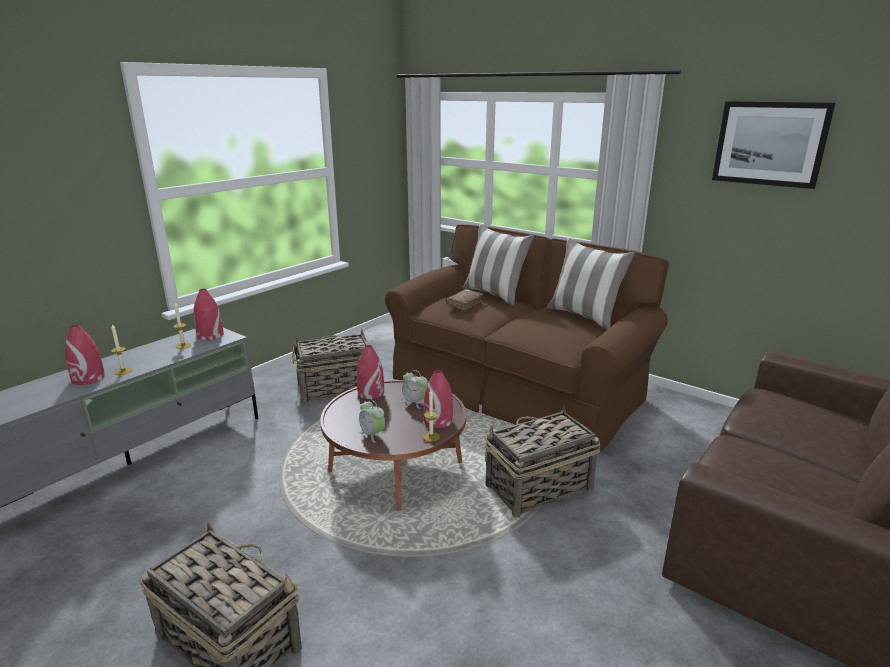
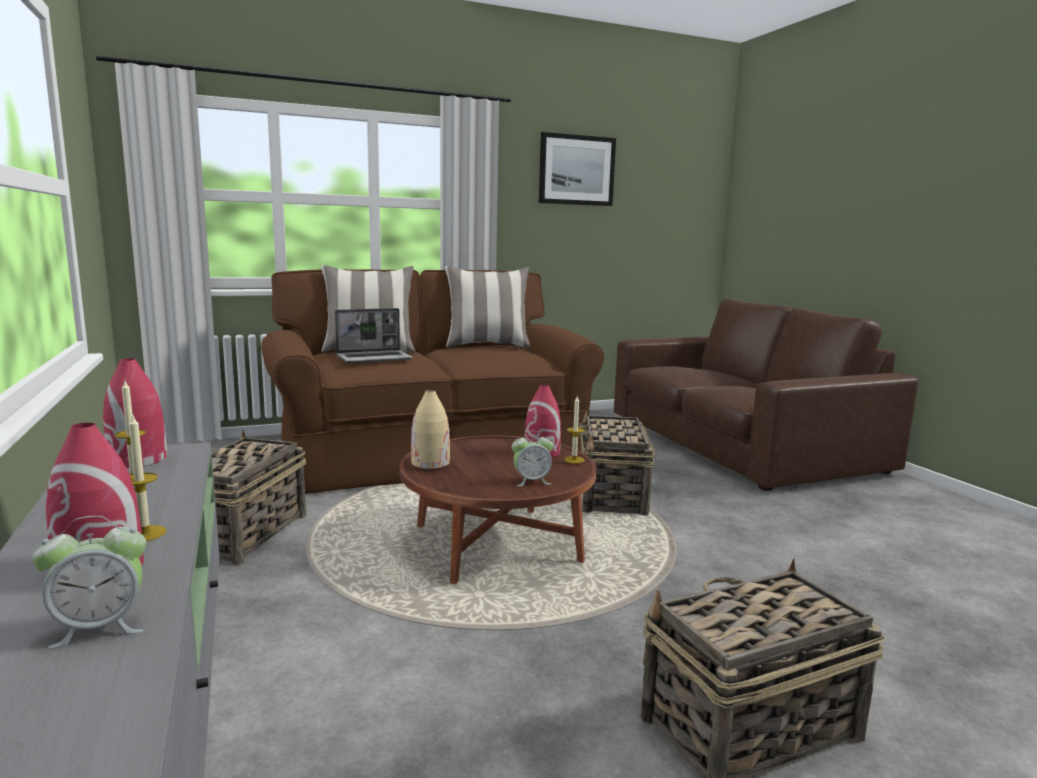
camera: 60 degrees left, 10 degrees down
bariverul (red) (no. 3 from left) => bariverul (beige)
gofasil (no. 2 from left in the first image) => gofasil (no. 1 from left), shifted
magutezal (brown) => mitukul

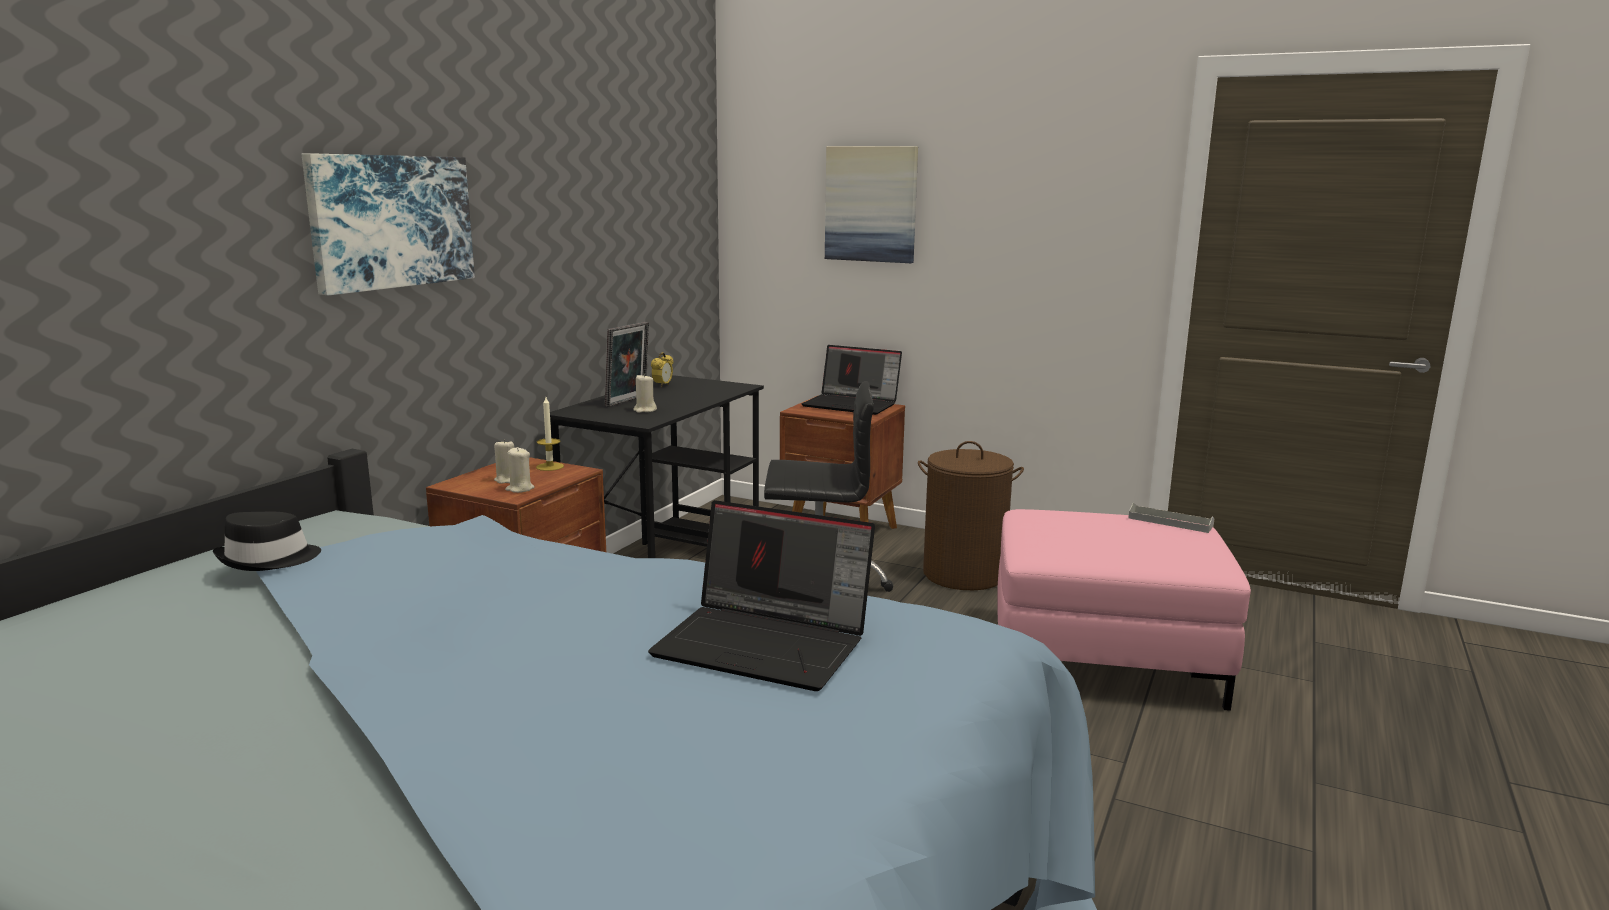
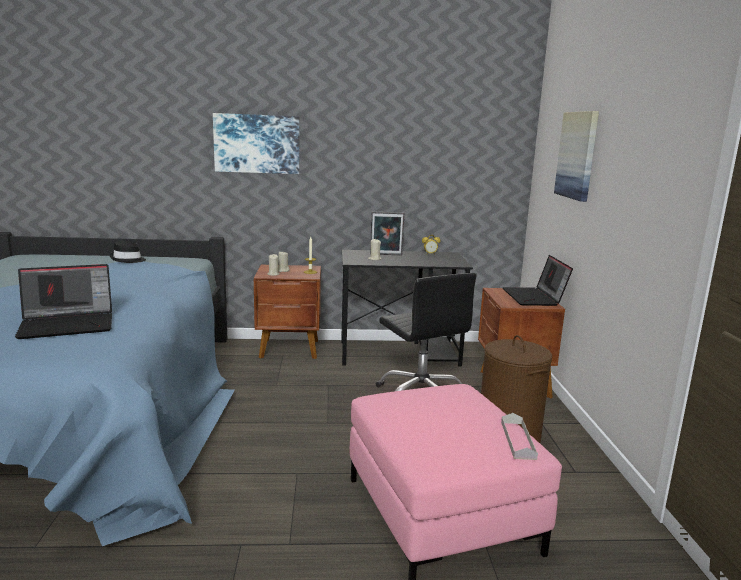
camera: 60 degrees right, 0 degrees up
mitukul (no. 1 from left), 105 degrees counterclockwise

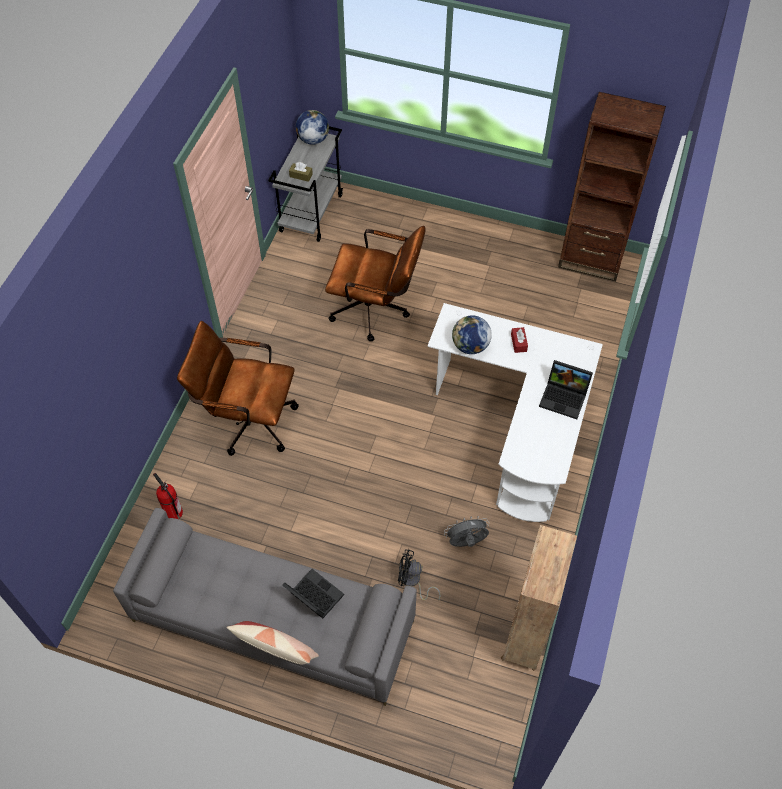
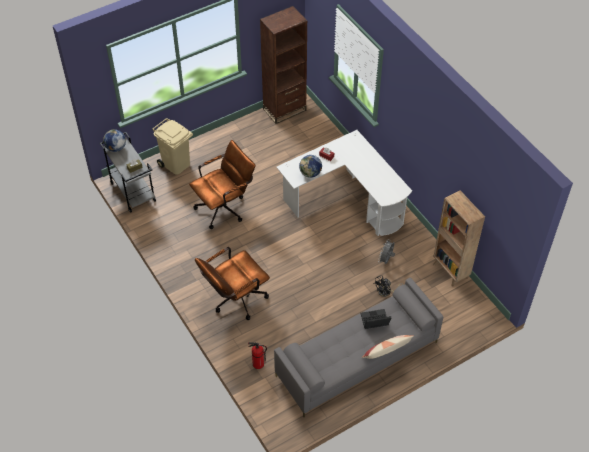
camera: 50 degrees left, 5 degrees down
mitukul (no. 2 from left) => nothing
nothing => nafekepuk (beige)

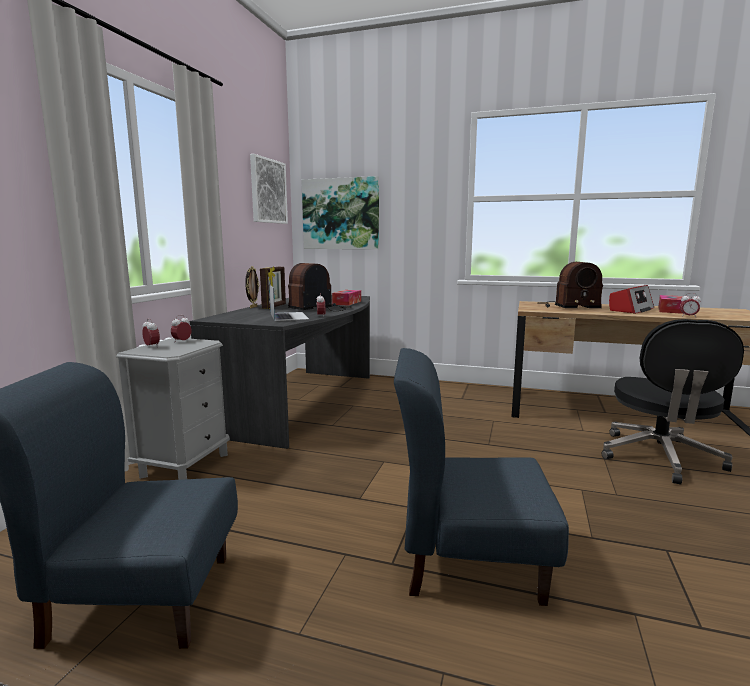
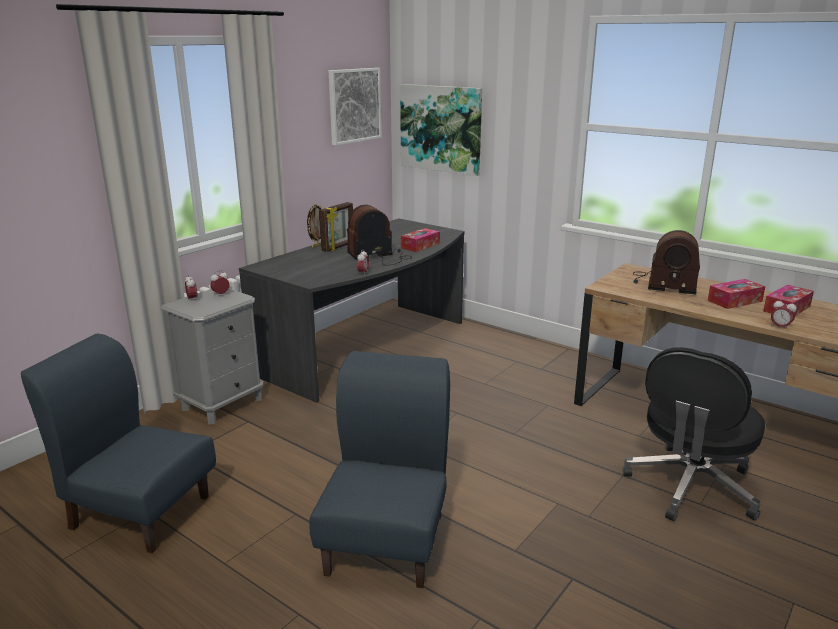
camera: 20 degrees right, 10 degrees up
mitukul => nothing
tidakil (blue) (no. 2 from left), 75 degrees clockwise
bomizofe (no. 3 from left) => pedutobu (no. 2 from left)

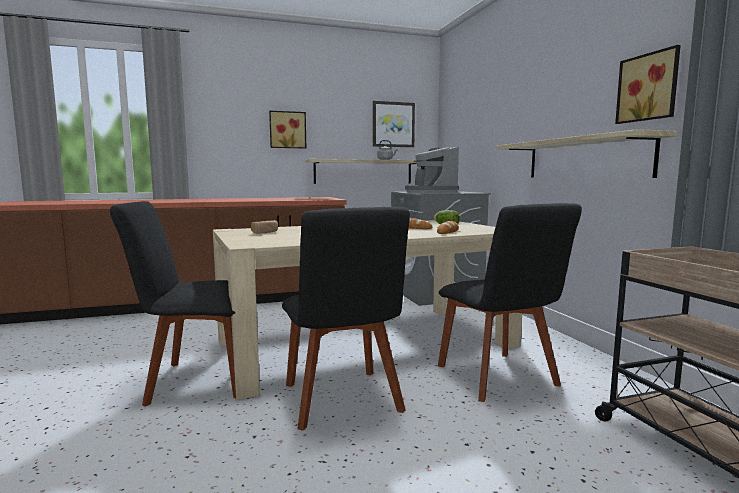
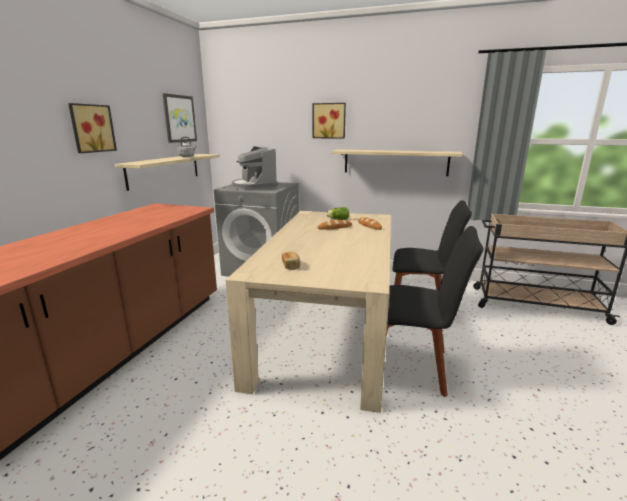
camera: 55 degrees left, 10 degrees up
tidakil (black) (no. 1 from left) => nothing
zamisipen, 45 degrees clockwise
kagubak (no. 3 from left), shifted

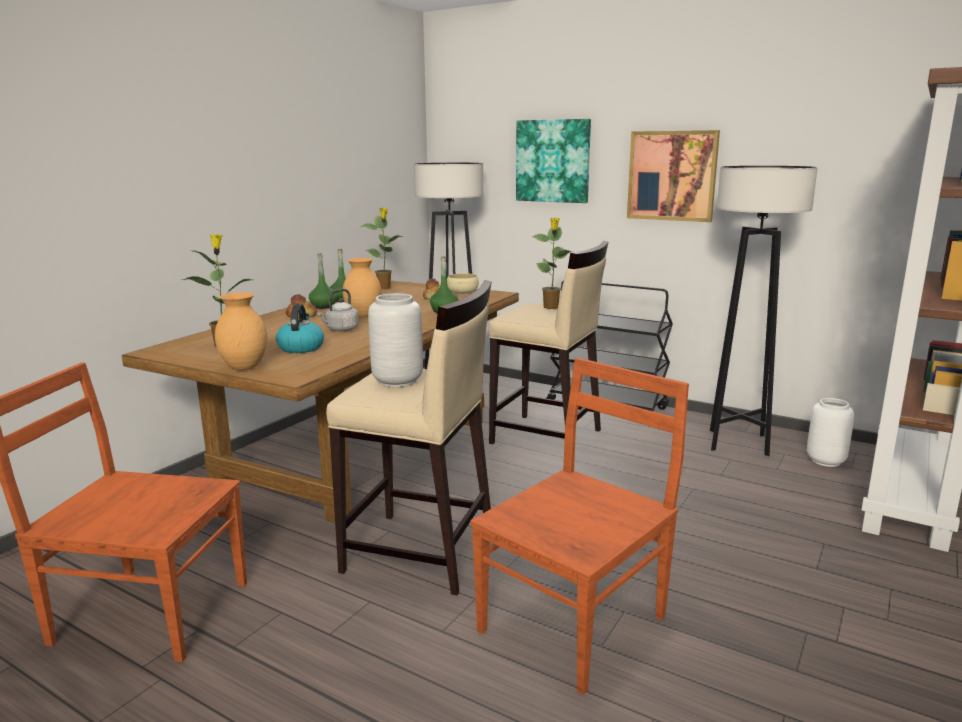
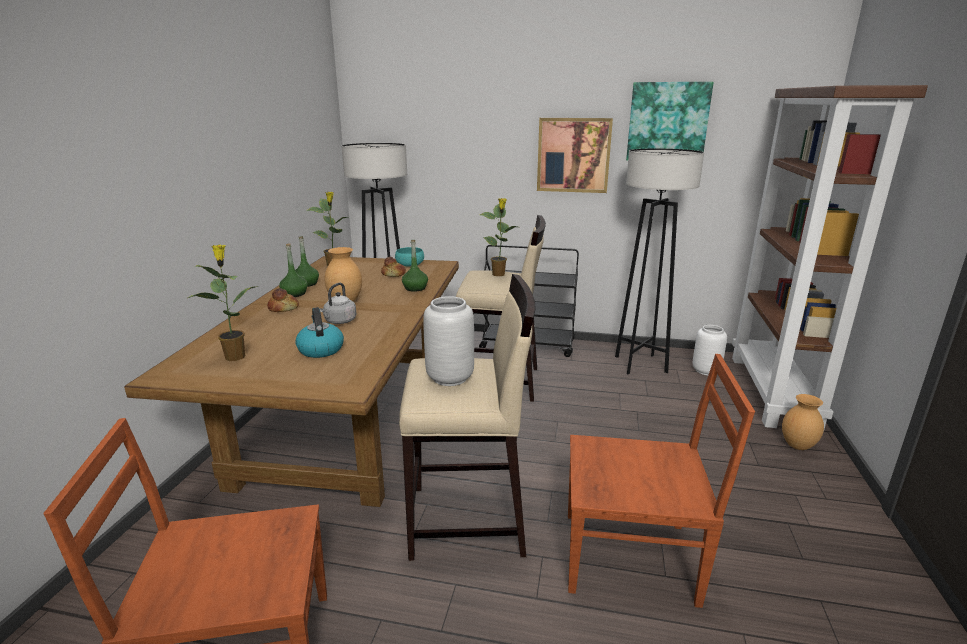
camera: 20 degrees left, 5 degrees up
bariverul (brown) (no. 1 from left in the first image) => bariverul (brown) (no. 2 from left), shifted
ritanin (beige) => ritanin (turquoise)
tidakil (brown) (no. 2 from left), 75 degrees clockwise
kagubak (no. 1 from left in the first image) => kagubak (no. 2 from left), shifted

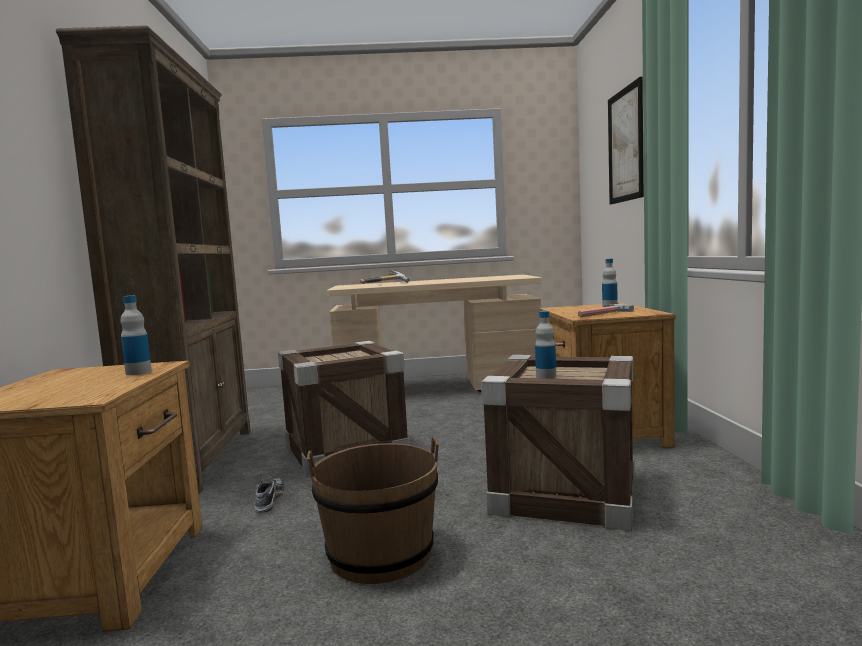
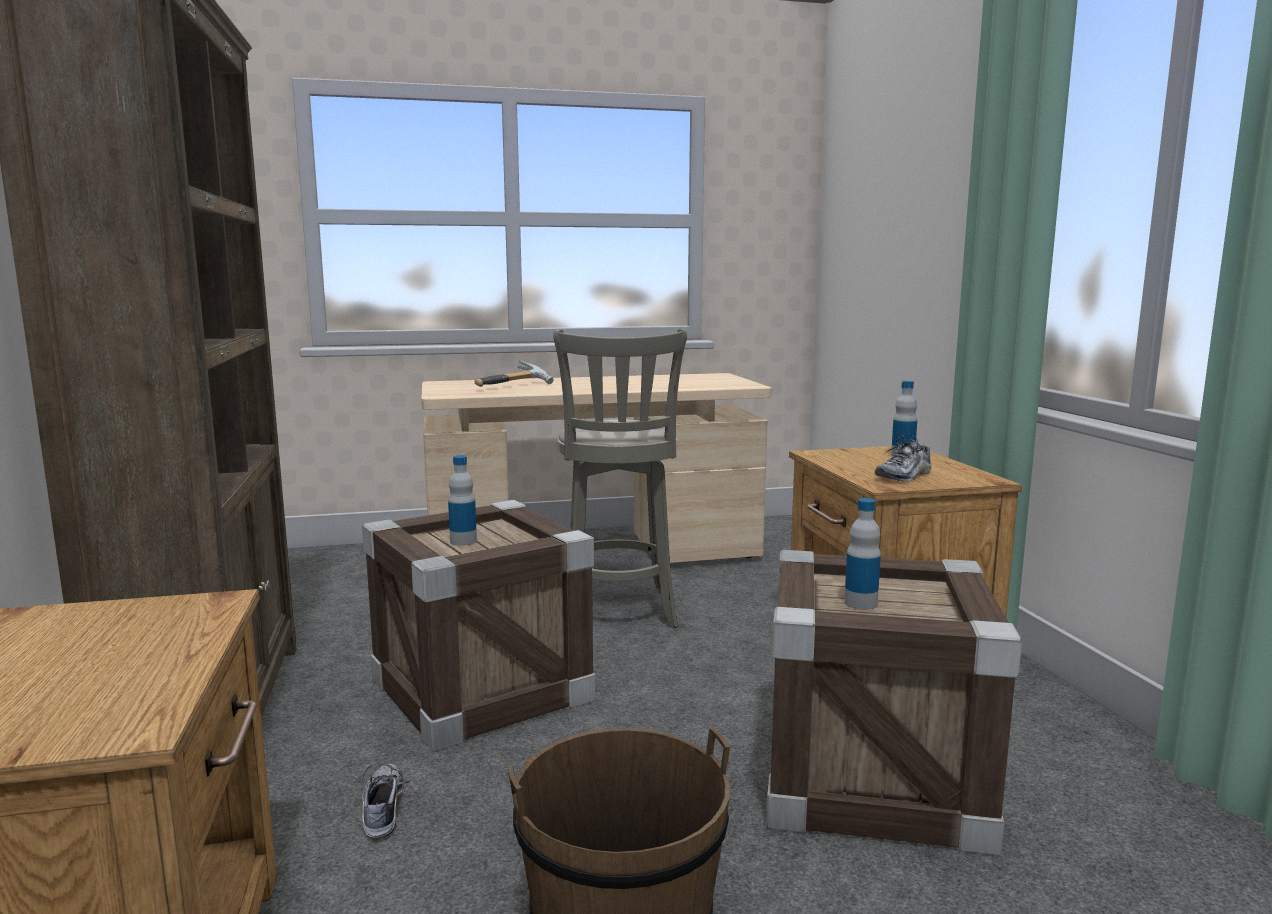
camera: 10 degrees left, 5 degrees up
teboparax (no. 1 from left), shifted
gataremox (no. 2 from left) => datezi (no. 2 from left)
kagubak => nothing
nothing => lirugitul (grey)

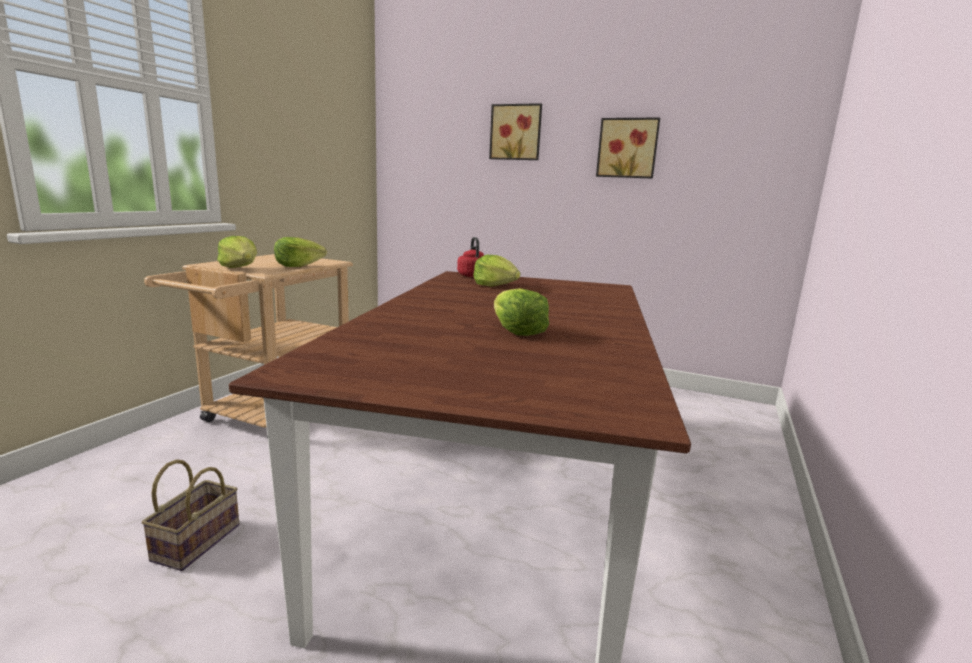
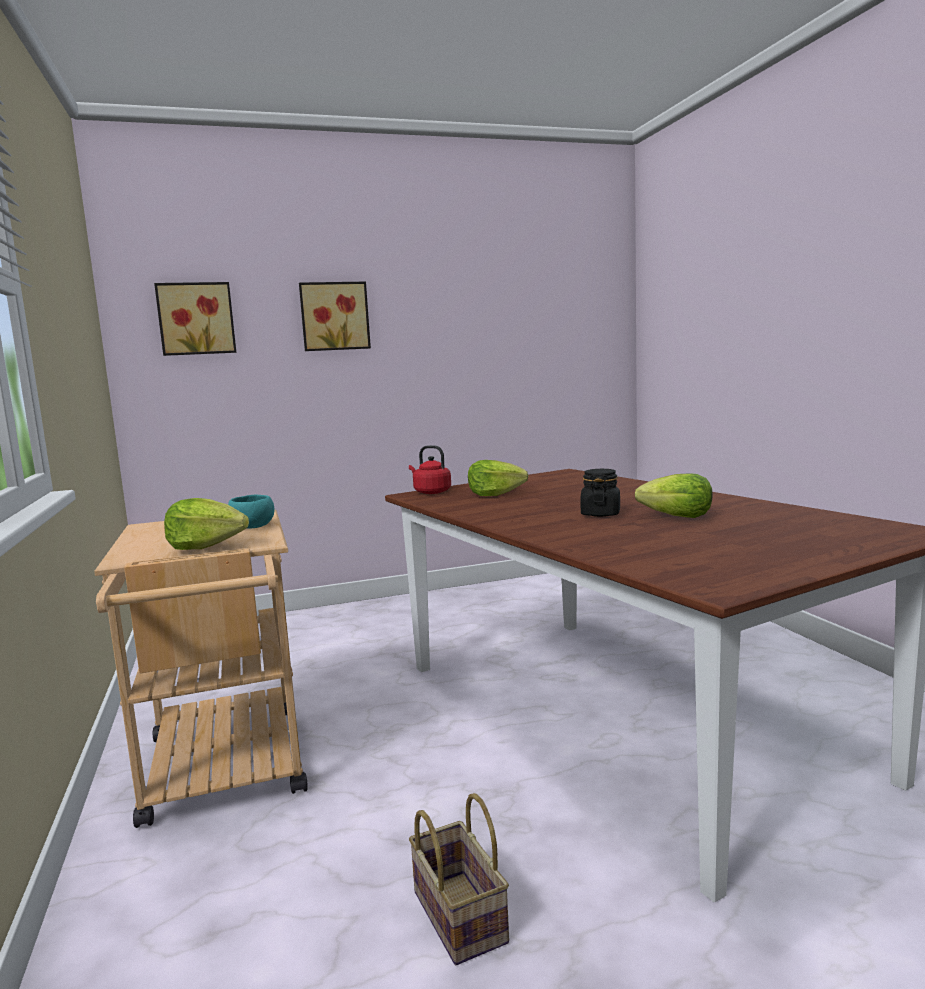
camera: 40 degrees left, 5 degrees down
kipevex (no. 2 from left) => ritanin (turquoise)
kagubak (no. 2 from left in the first image) => kagubak (no. 1 from left), shifted
nothing => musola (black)

